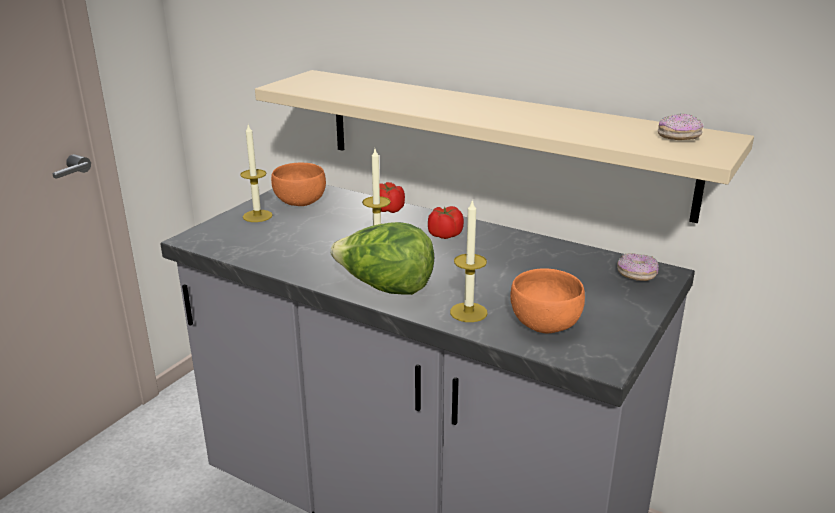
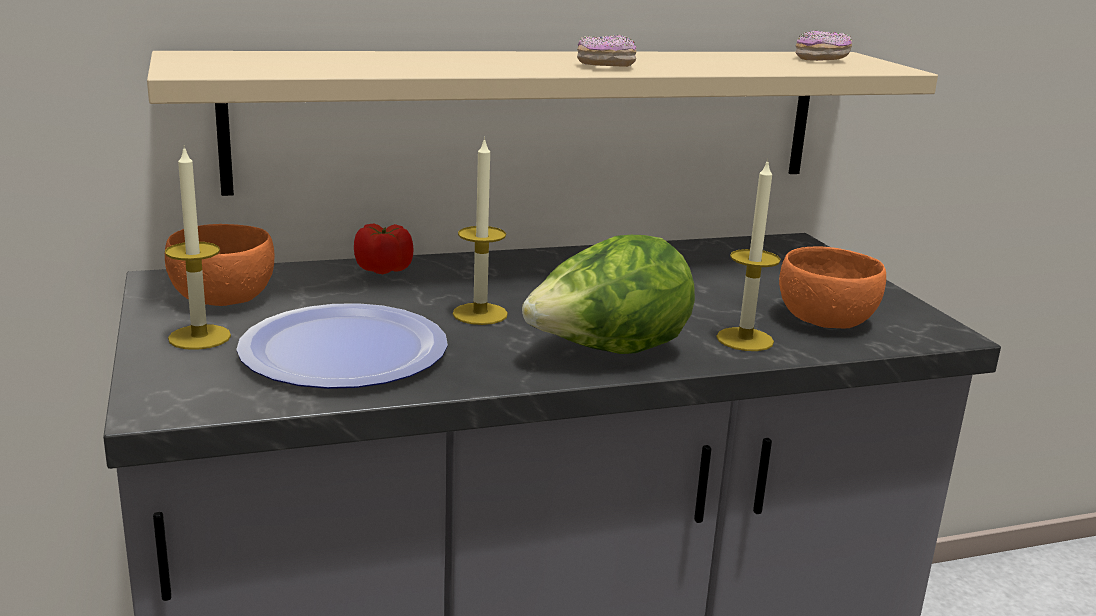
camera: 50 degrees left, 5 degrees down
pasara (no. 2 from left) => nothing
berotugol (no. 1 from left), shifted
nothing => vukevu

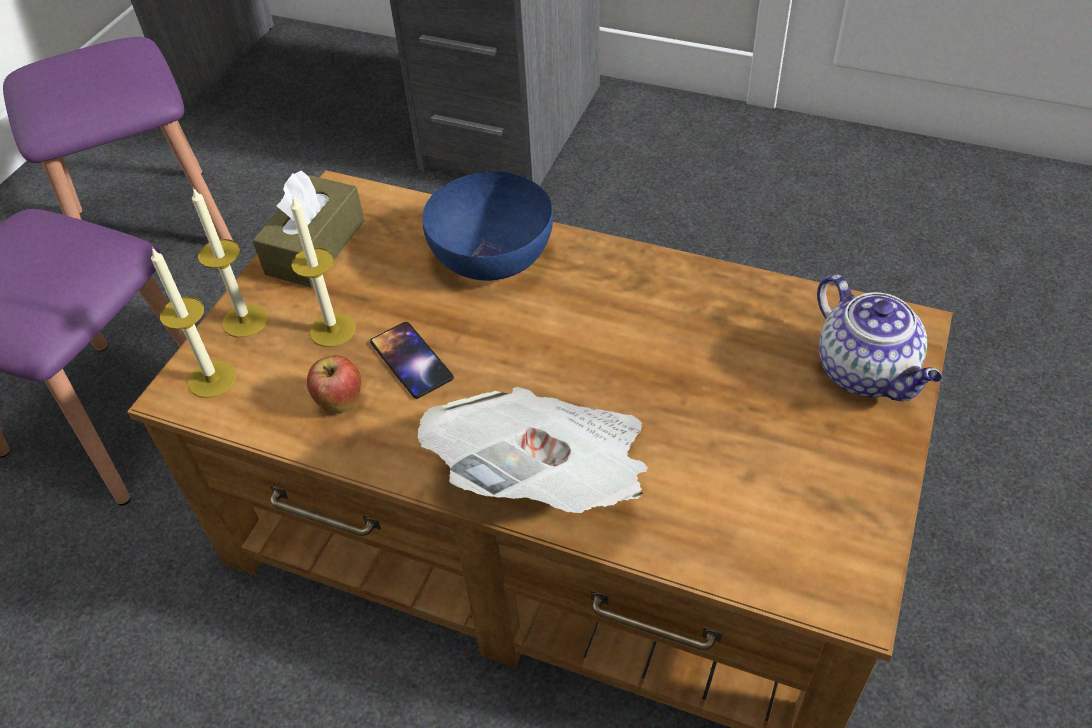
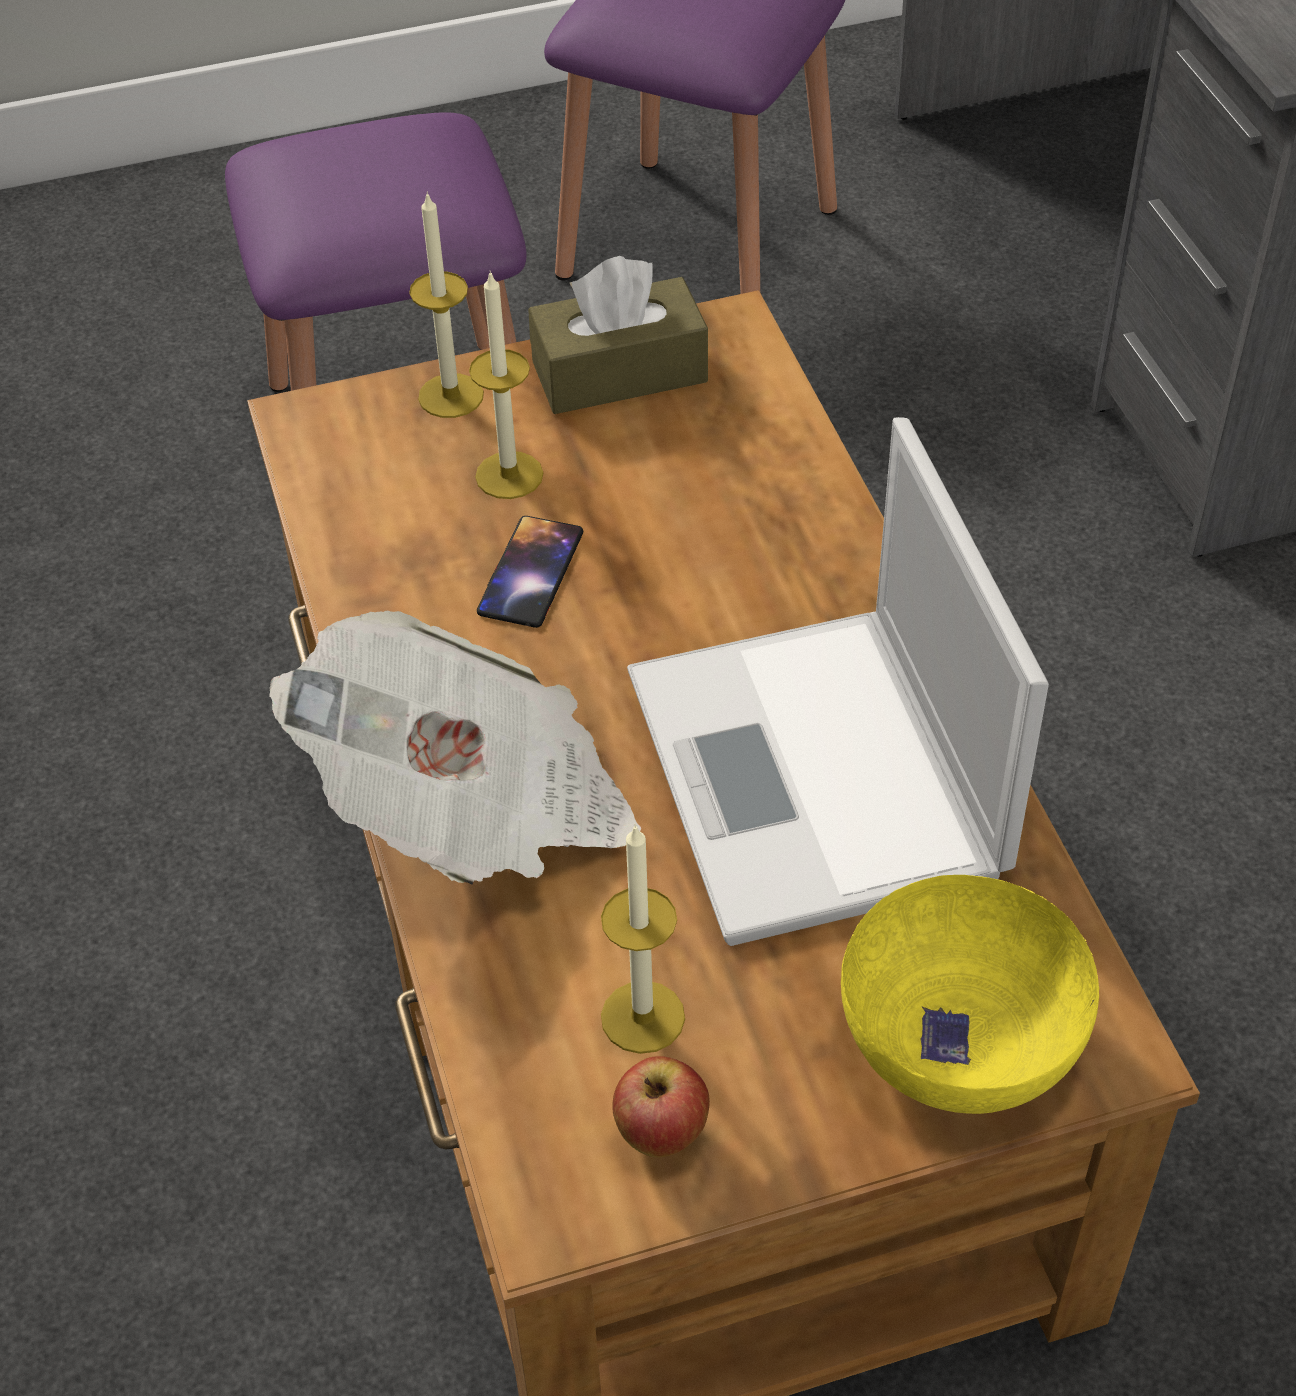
camera: 50 degrees right, 0 degrees up
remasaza (no. 1 from left in the first image) => remasaza (no. 3 from left), shifted
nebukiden, shifted
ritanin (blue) => nothing
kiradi => ritanin (yellow)
nothing => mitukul

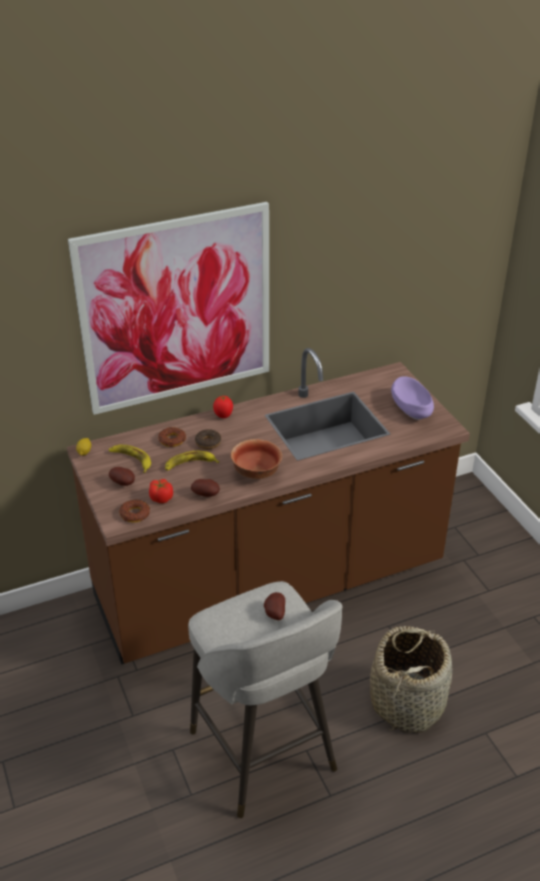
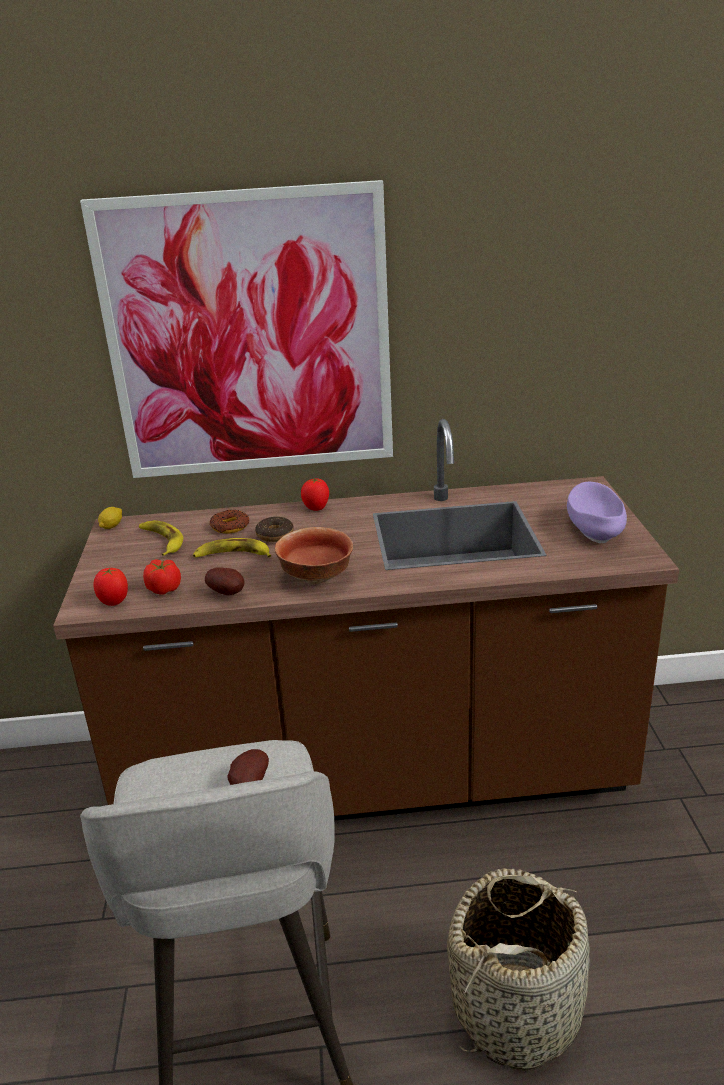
camera: 20 degrees right, 10 degrees down
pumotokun (no. 1 from left) => nothing
berotugol (no. 1 from left) => pasara (no. 1 from left)

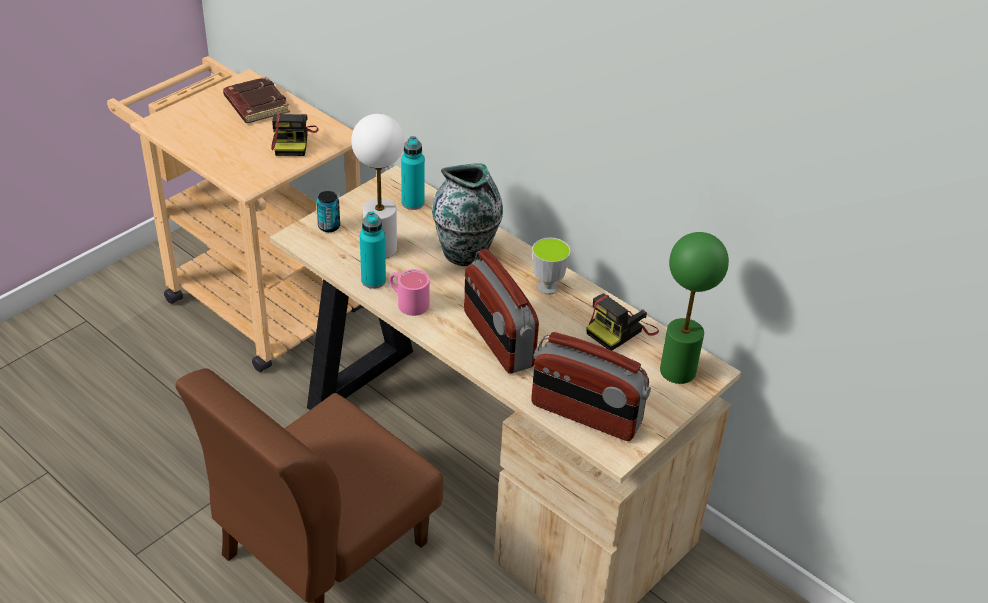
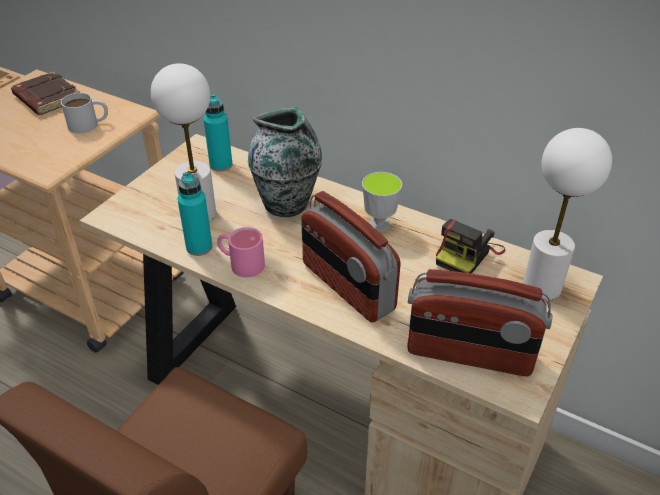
camera: 10 degrees left, 0 degrees up
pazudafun (no. 1 from left) => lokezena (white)
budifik => nothing
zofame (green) => zofame (white) (no. 2 from left)

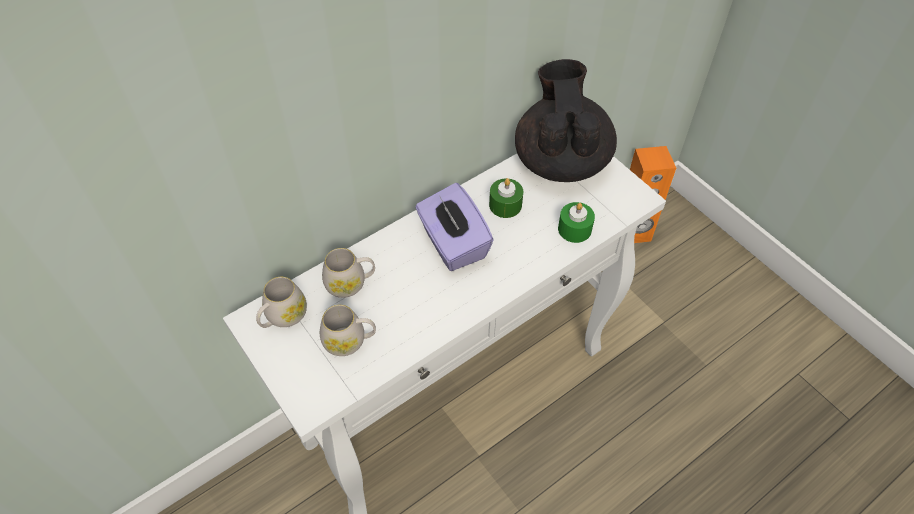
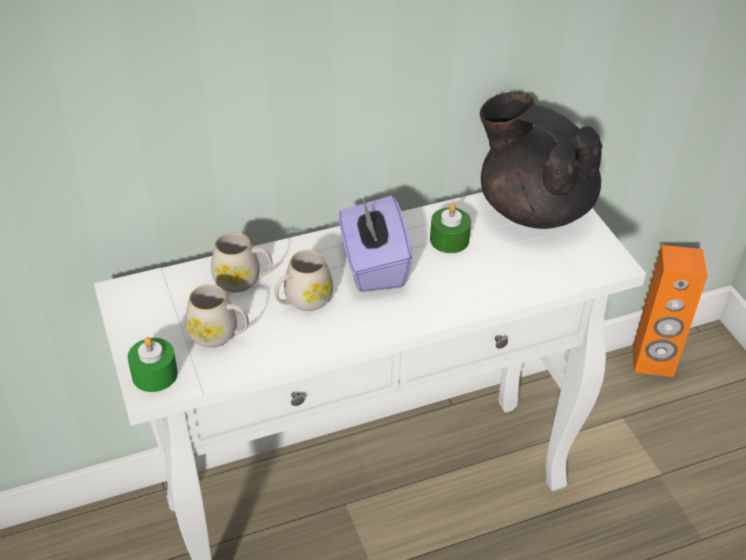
camera: 15 degrees right, 10 degrees down
lokezena (white) (no. 1 from left in the first image) => lokezena (white) (no. 3 from left), shifted
kiradi (black), 60 degrees counterclockwise
remasaza (green) (no. 2 from left in the first image) => remasaza (green) (no. 1 from left), shifted

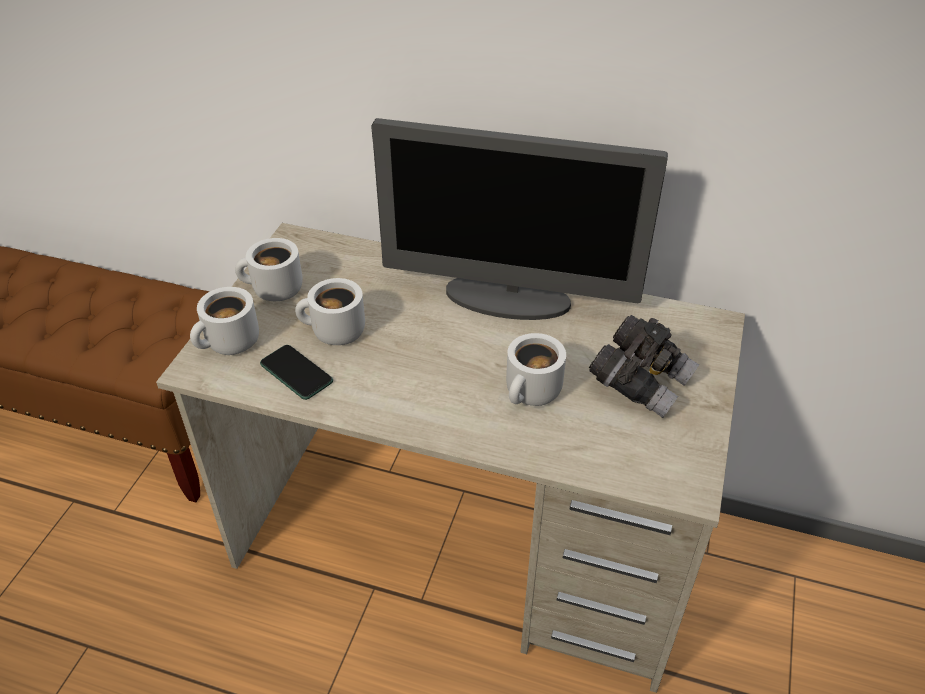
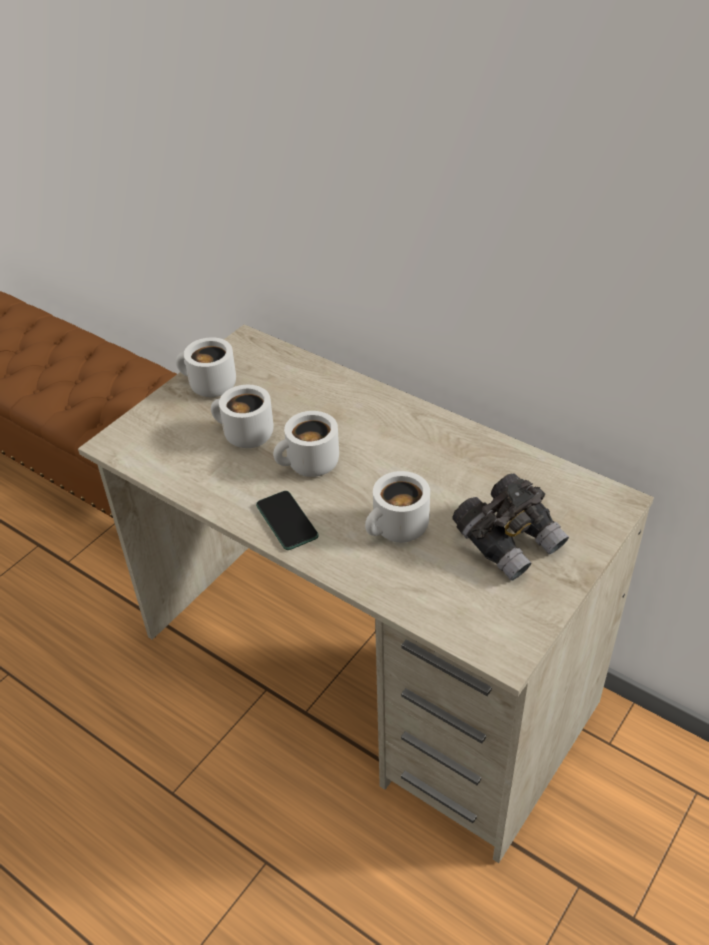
camera: 20 degrees right, 0 degrees up
lokezena (white) (no. 1 from left in the first image) => lokezena (white) (no. 3 from left), shifted
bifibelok, shifted
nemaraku => nothing

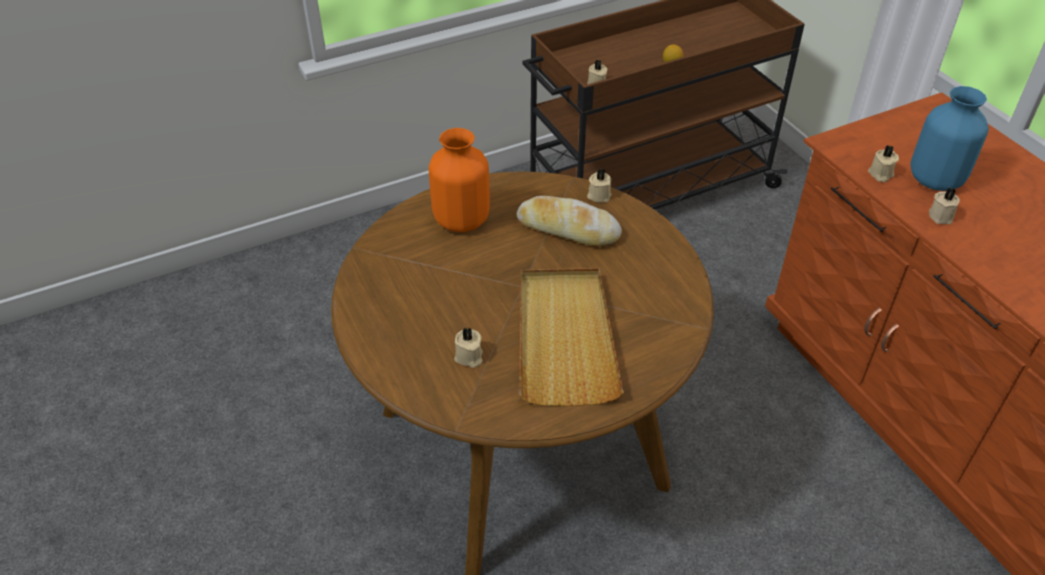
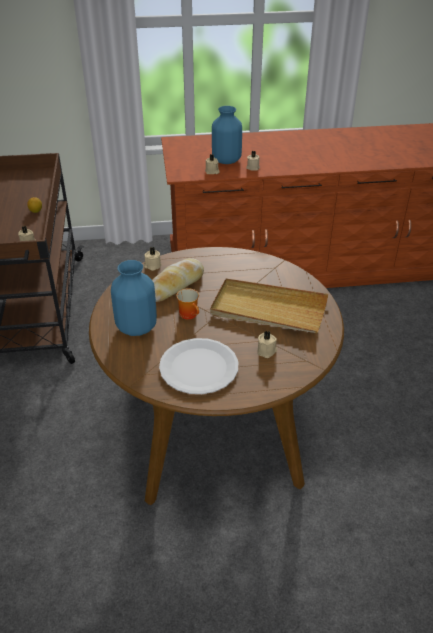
camera: 70 degrees left, 5 degrees down
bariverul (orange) => bariverul (blue) (no. 1 from left)
nothing => vukevu (white)
nothing => lokezena

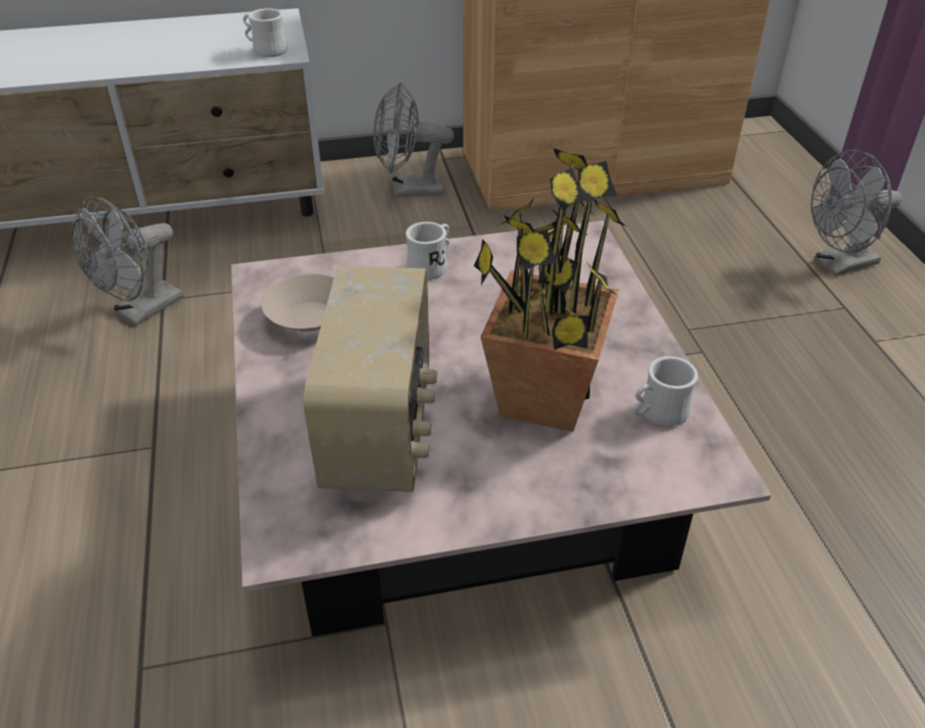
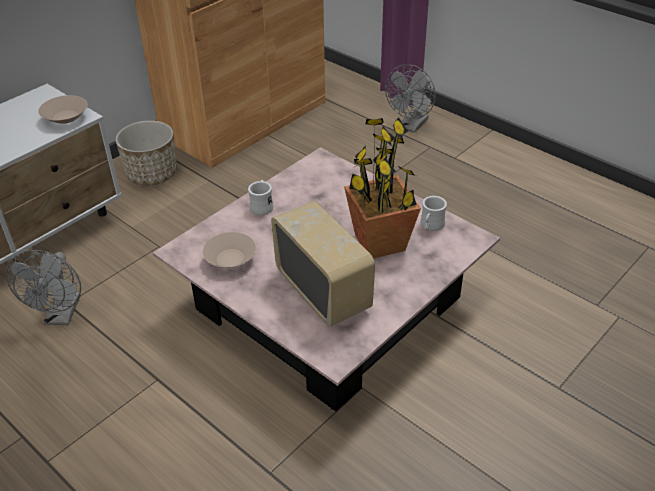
camera: 35 degrees left, 0 degrees up
lokezena (white) (no. 1 from left) => ritanin (beige) (no. 1 from left)
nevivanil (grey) (no. 2 from left) => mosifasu

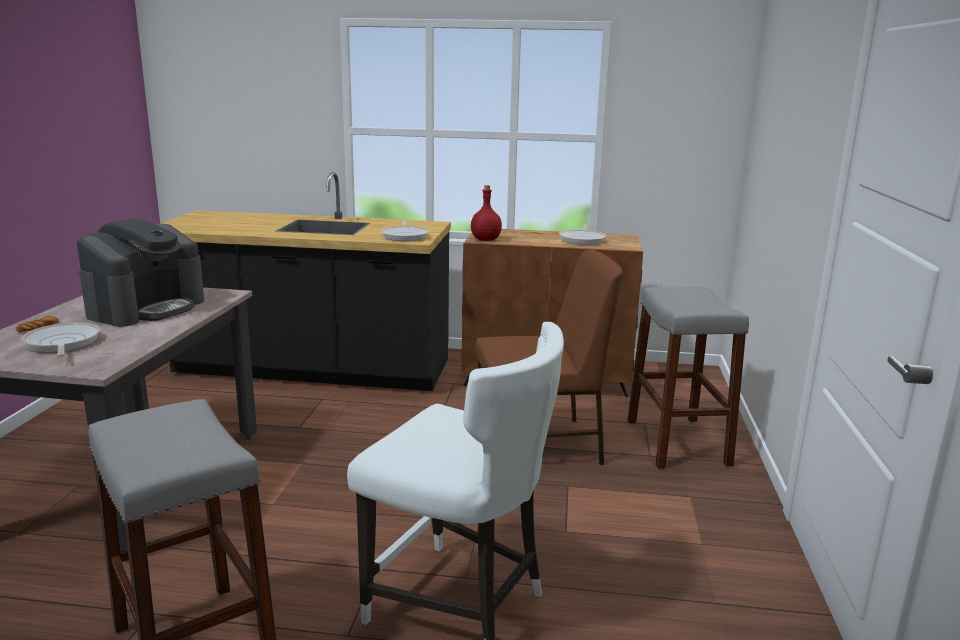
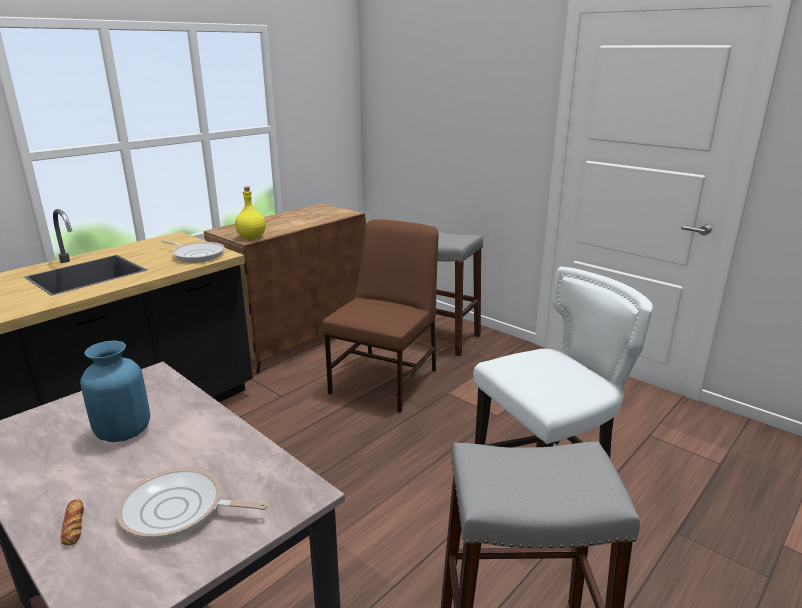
camera: 55 degrees left, 5 degrees up
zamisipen => bariverul (blue)
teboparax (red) => teboparax (yellow)
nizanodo (no. 3 from left) => nothing

